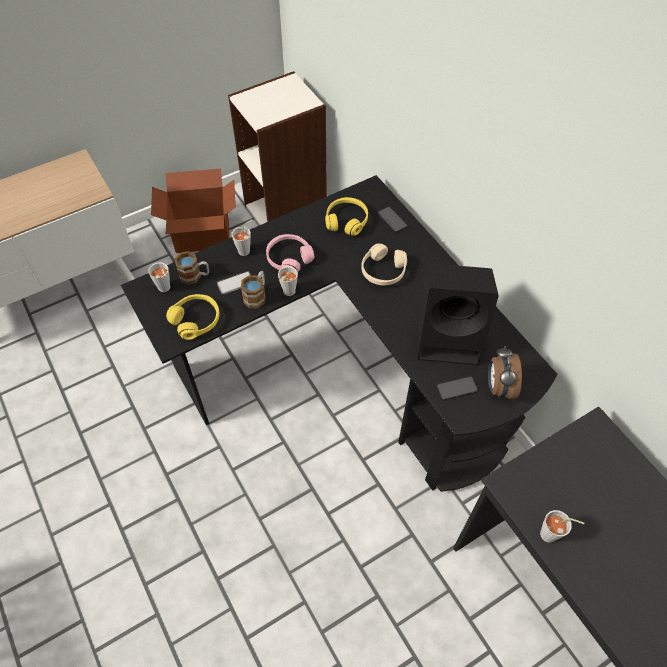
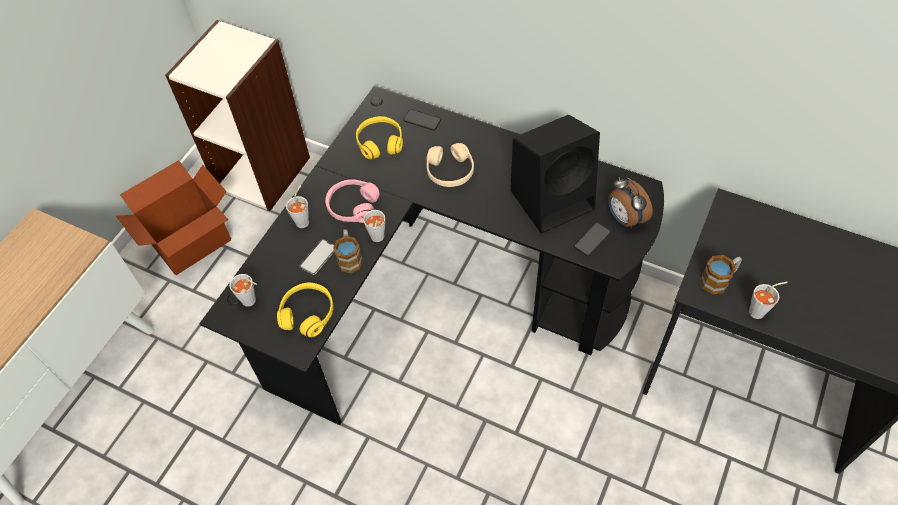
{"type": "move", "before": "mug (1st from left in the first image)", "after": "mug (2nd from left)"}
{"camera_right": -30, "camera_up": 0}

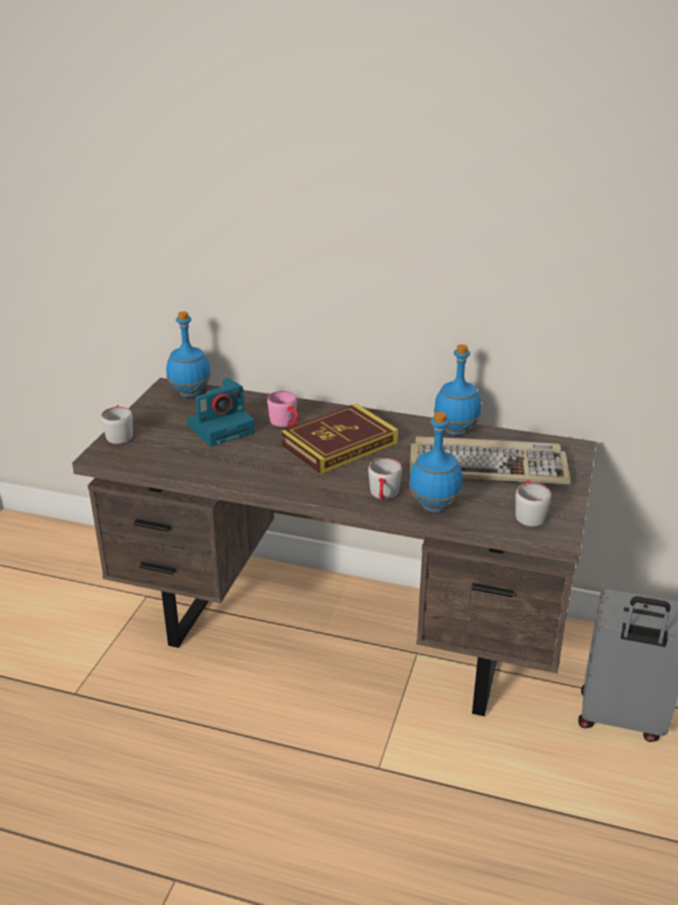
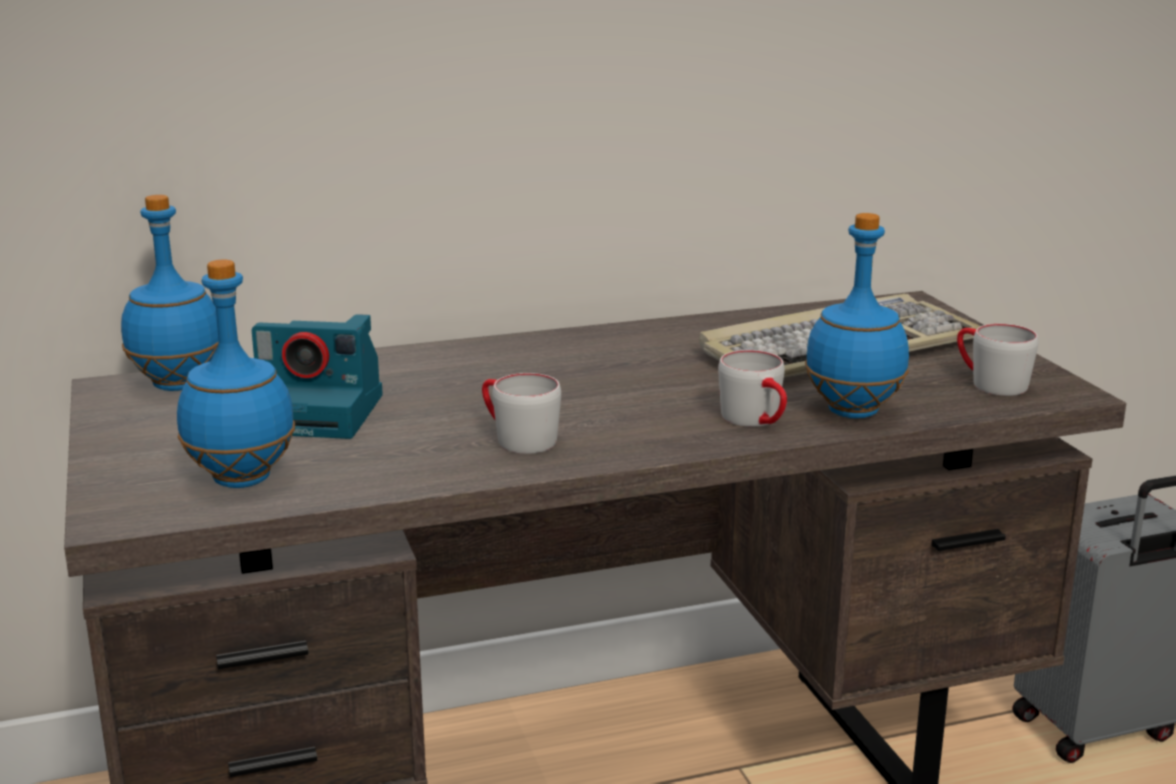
{"type": "move", "before": "blue bottle (3rd from left in the first image)", "after": "blue bottle (2nd from left)"}
{"type": "rotate", "before": "photo camera", "turn": 75}
{"type": "delete", "before": "pink mug"}
{"type": "delete", "before": "book"}
{"type": "move", "before": "grey mug (1st from left)"}
{"camera_right": -35, "camera_up": -10}

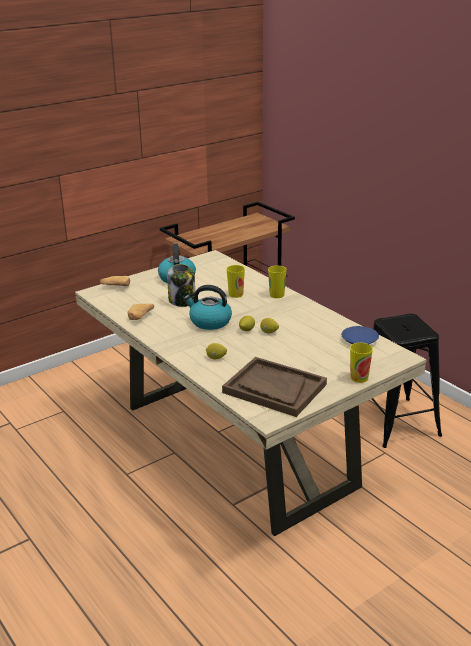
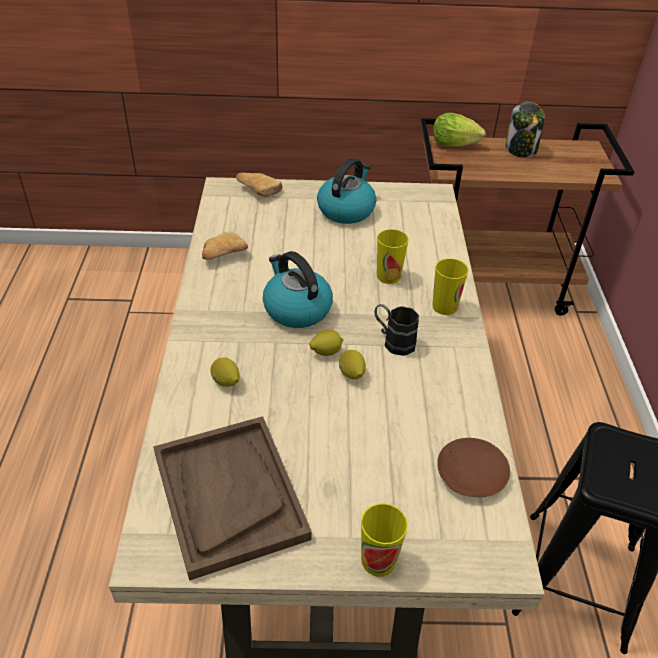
{"type": "move", "before": "jar"}
{"type": "recolor", "before": "blue plate", "after": "brown plate"}
{"type": "insert", "after": "lettuce"}
{"type": "insert", "after": "black mug"}
{"camera_right": 35, "camera_up": 15}

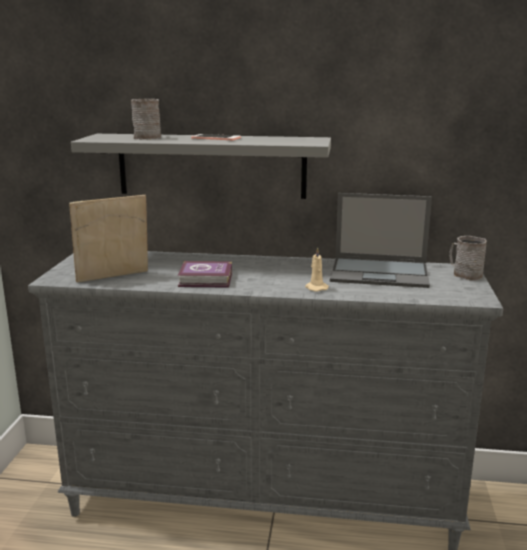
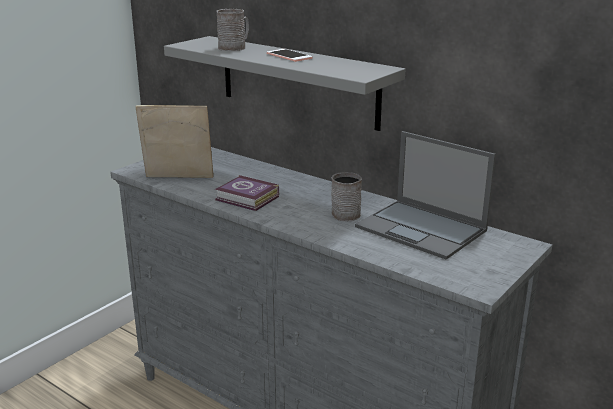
{"type": "move", "before": "grey mug (2nd from left)"}
{"type": "delete", "before": "beige candle"}
{"camera_right": 30, "camera_up": 5}

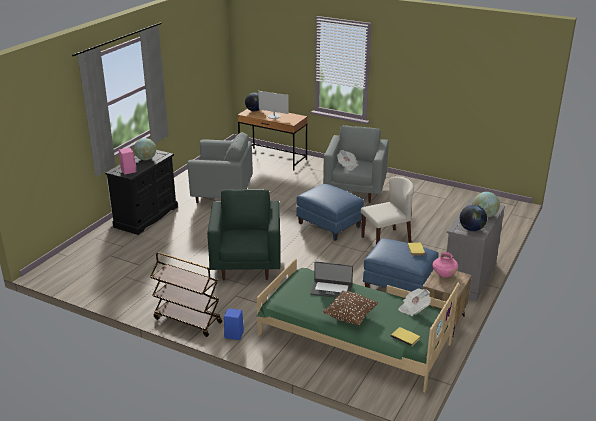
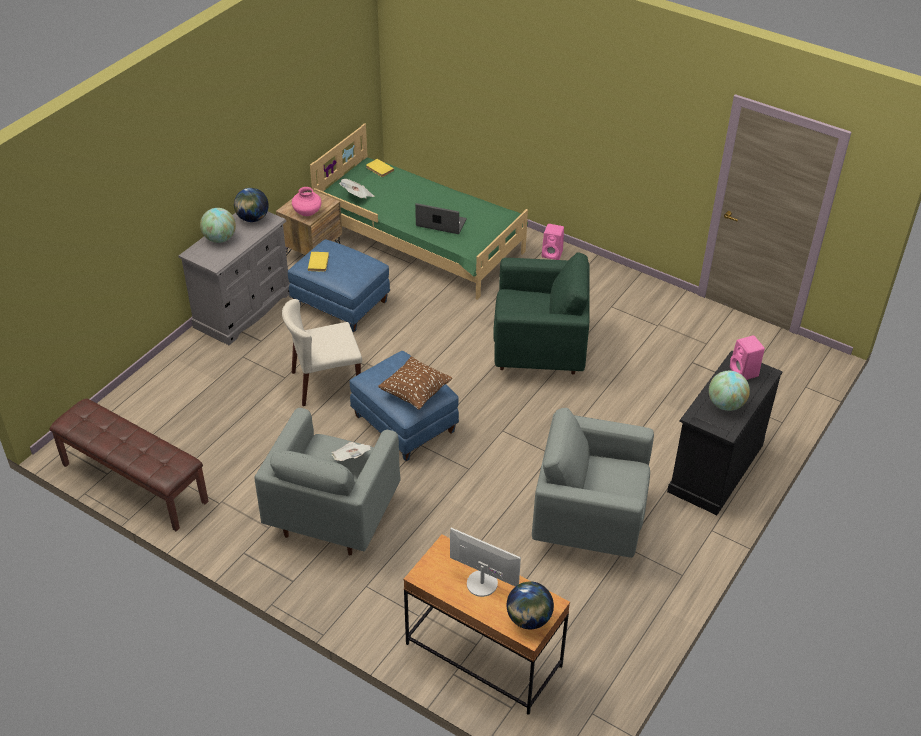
{"type": "rotate", "before": "green armchair", "turn": -90}
{"type": "delete", "before": "brown cart"}
{"type": "move", "before": "brown pillow"}
{"type": "recolor", "before": "blue speaker", "after": "pink speaker (1st from left)"}
{"type": "insert", "after": "brown bench"}
{"camera_right": -175, "camera_up": 15}

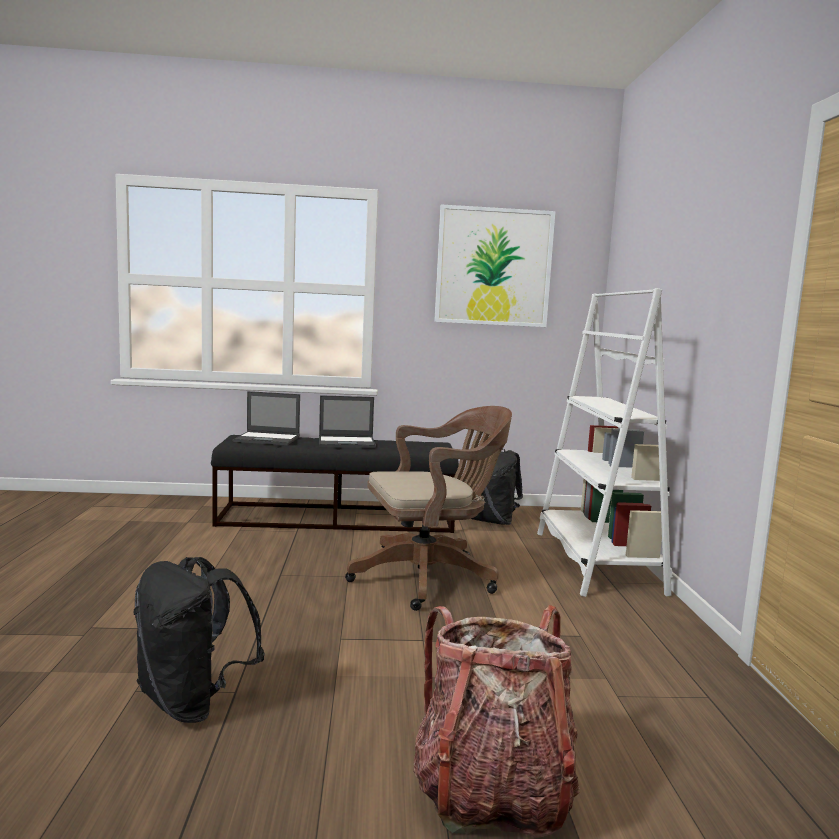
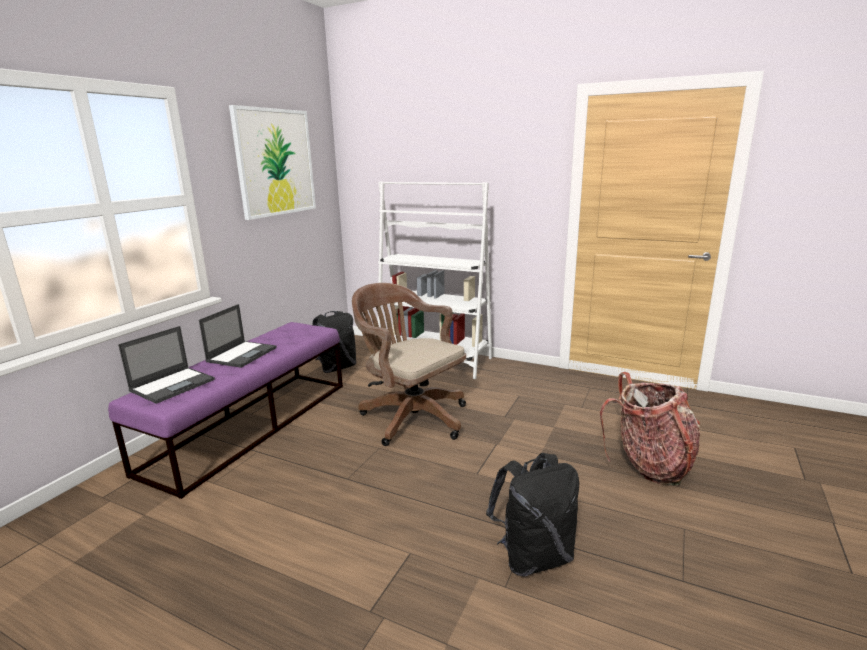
{"type": "rotate", "before": "brown office chair", "turn": -60}
{"type": "recolor", "before": "black bench", "after": "purple bench"}
{"camera_right": -60, "camera_up": 10}

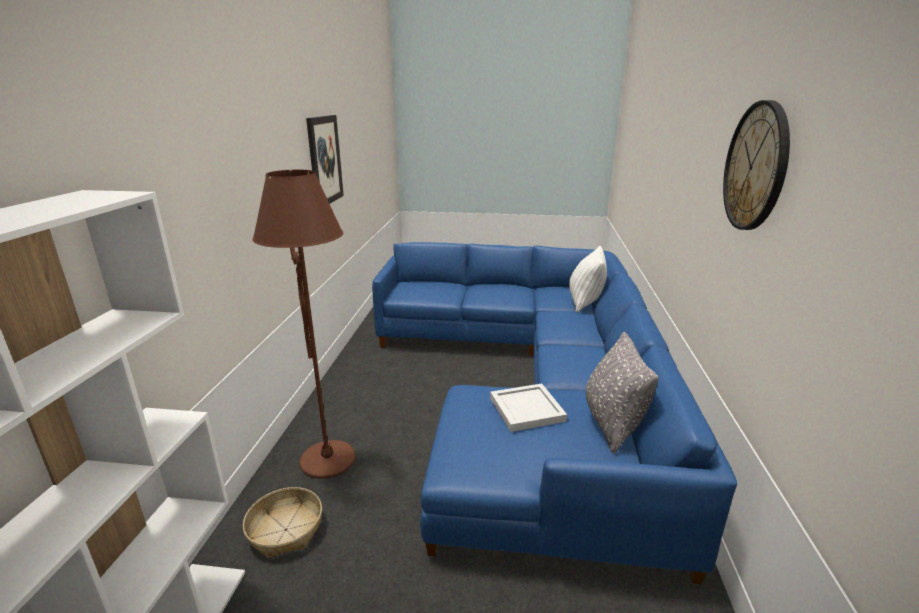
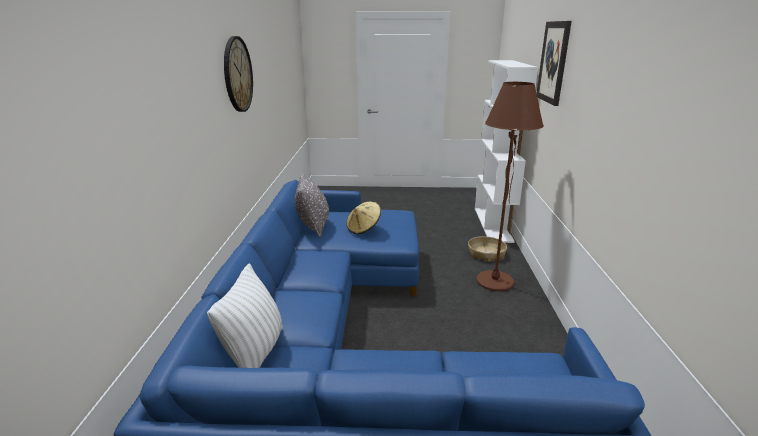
{"type": "move", "before": "picture"}
{"type": "replace", "before": "white tray", "after": "beige hat"}
{"camera_right": 175, "camera_up": 0}

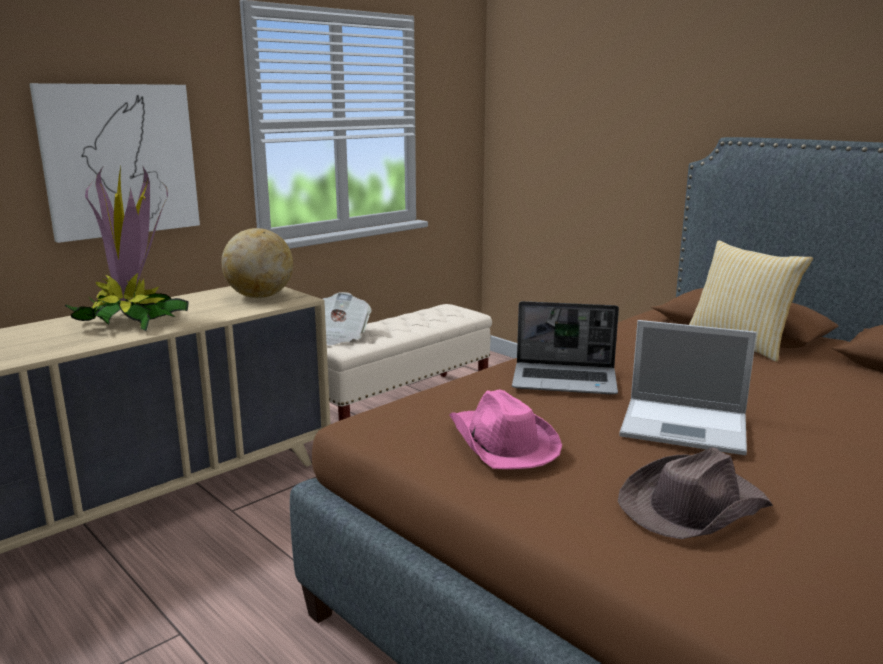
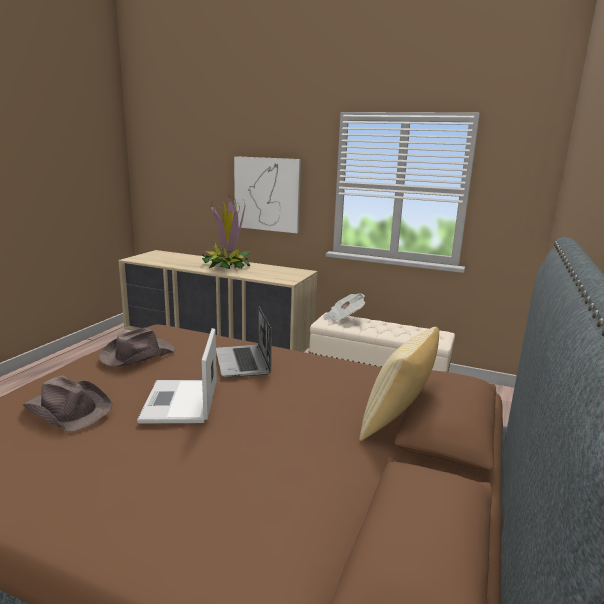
{"type": "delete", "before": "globe"}
{"type": "recolor", "before": "pink hat", "after": "brown hat (2nd from left)"}
{"camera_right": 65, "camera_up": 0}

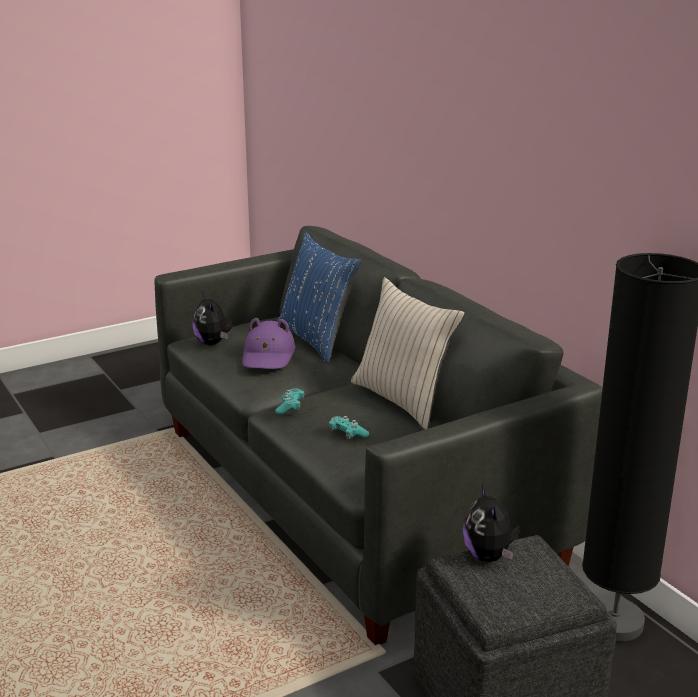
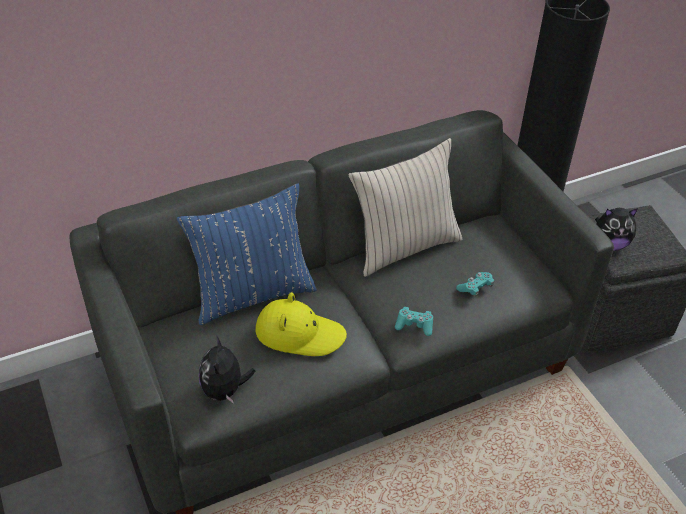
{"type": "rotate", "before": "plush toy (1st from left)", "turn": 105}
{"type": "recolor", "before": "purple hat", "after": "yellow hat"}
{"camera_right": -85, "camera_up": 20}

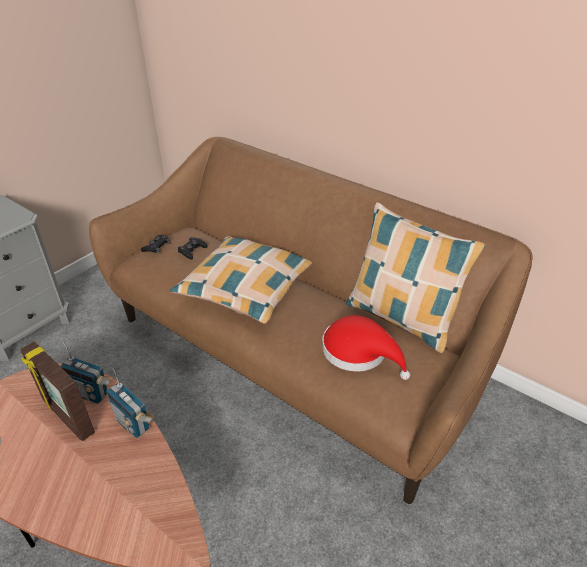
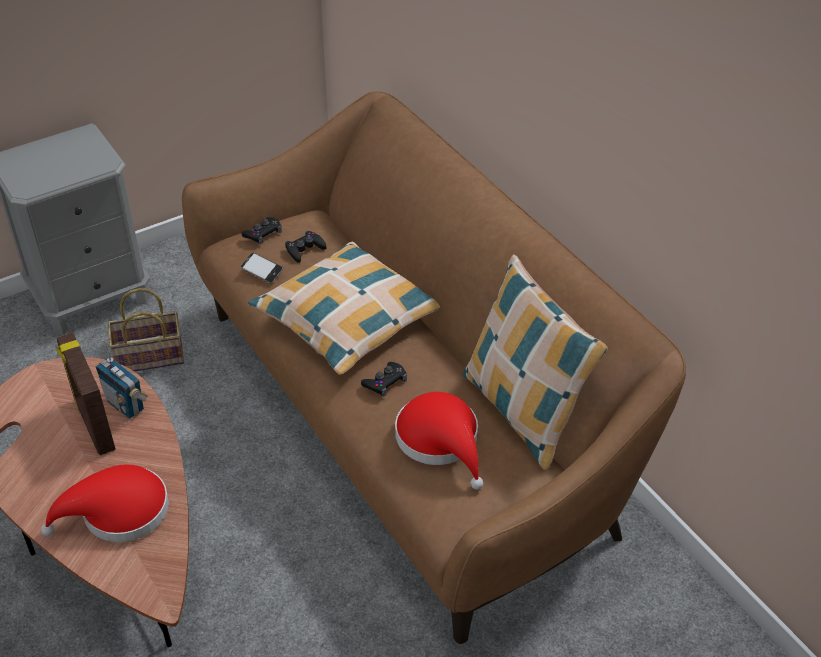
{"type": "delete", "before": "radio (2nd from left)"}
{"type": "insert", "after": "phone"}
{"type": "insert", "after": "basket"}
{"type": "insert", "after": "black game controller (3rd from left)"}
{"type": "insert", "after": "red hat (1st from left)"}
{"camera_right": 20, "camera_up": 5}

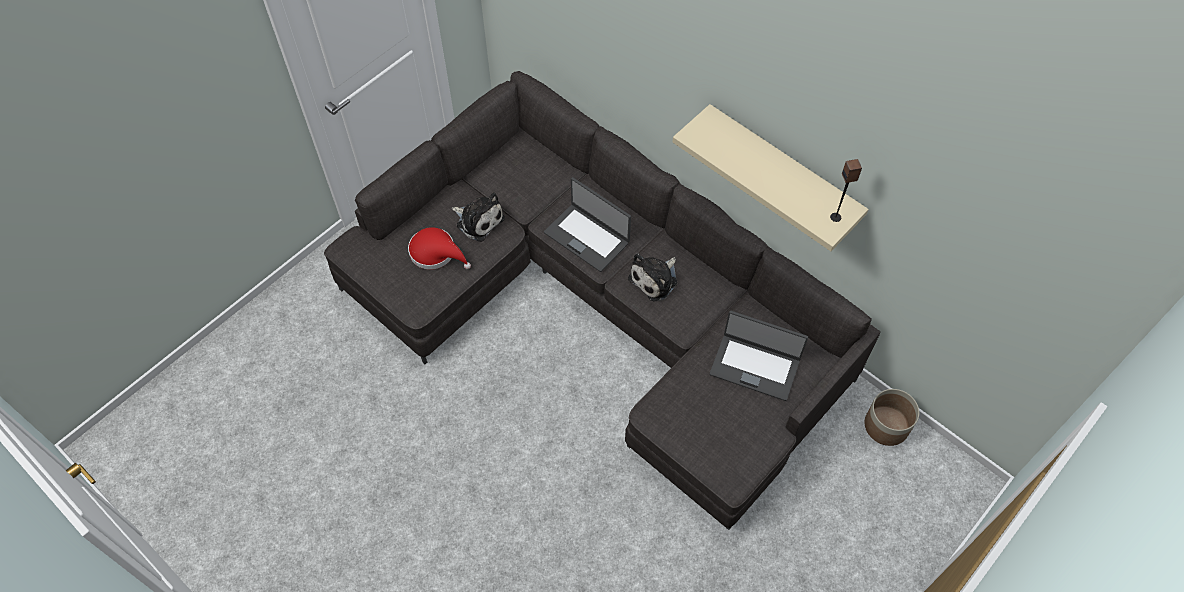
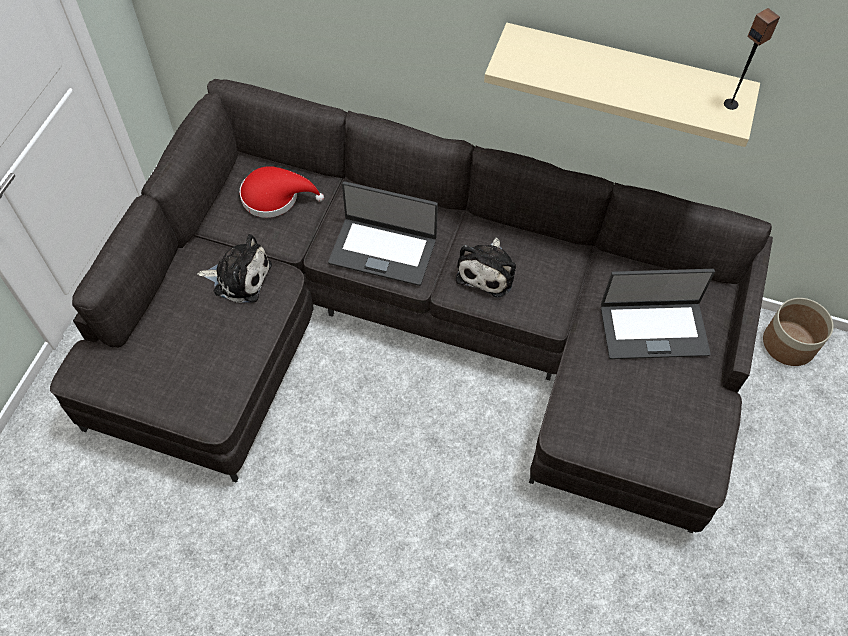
{"type": "move", "before": "red hat"}
{"camera_right": -25, "camera_up": 0}

